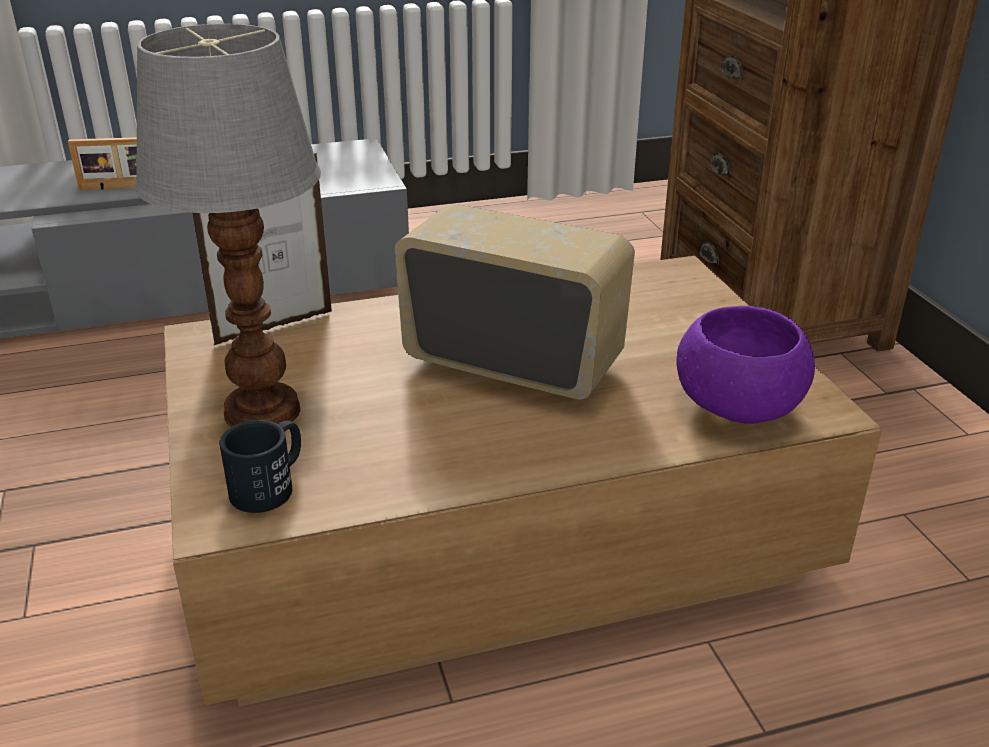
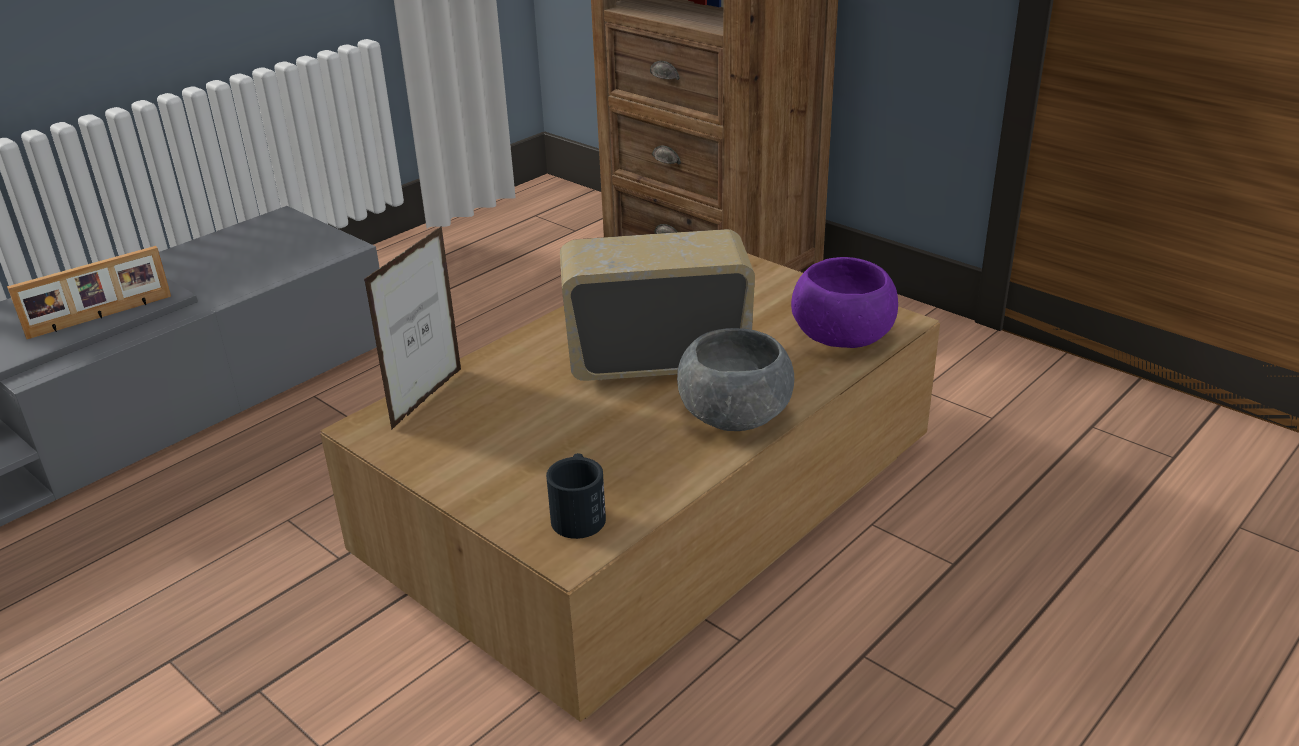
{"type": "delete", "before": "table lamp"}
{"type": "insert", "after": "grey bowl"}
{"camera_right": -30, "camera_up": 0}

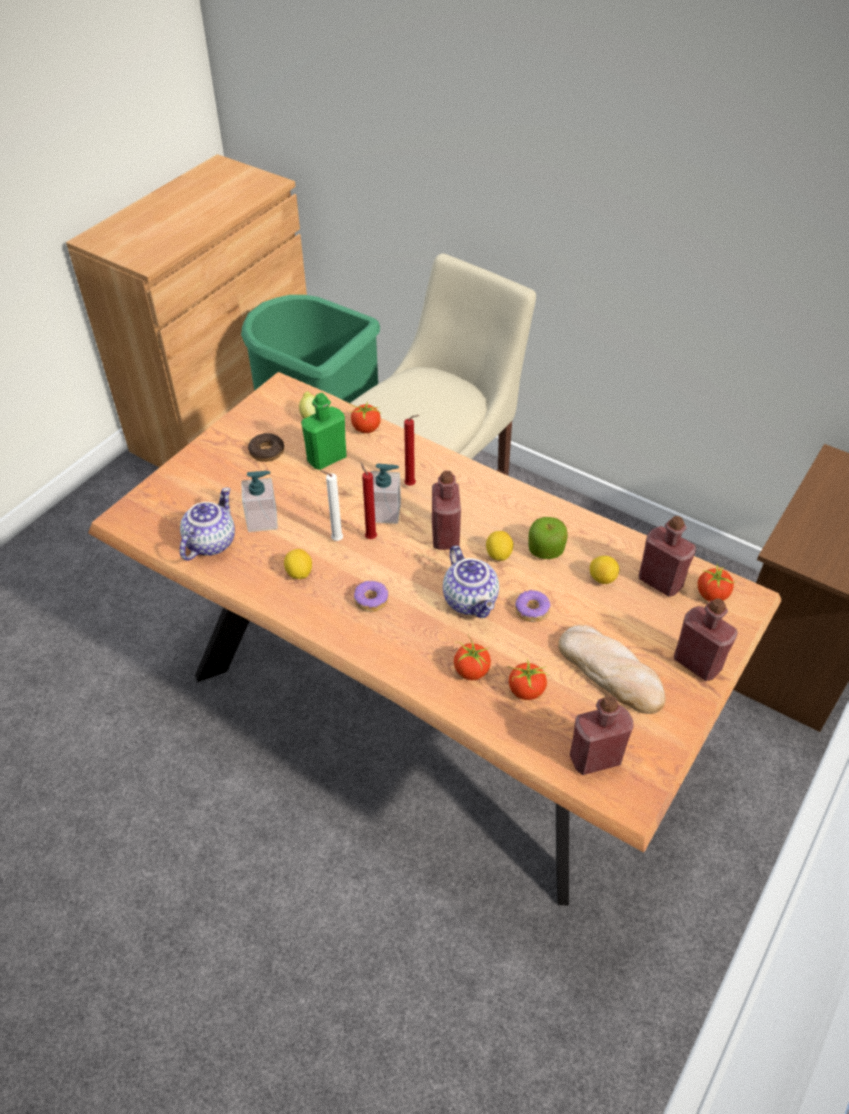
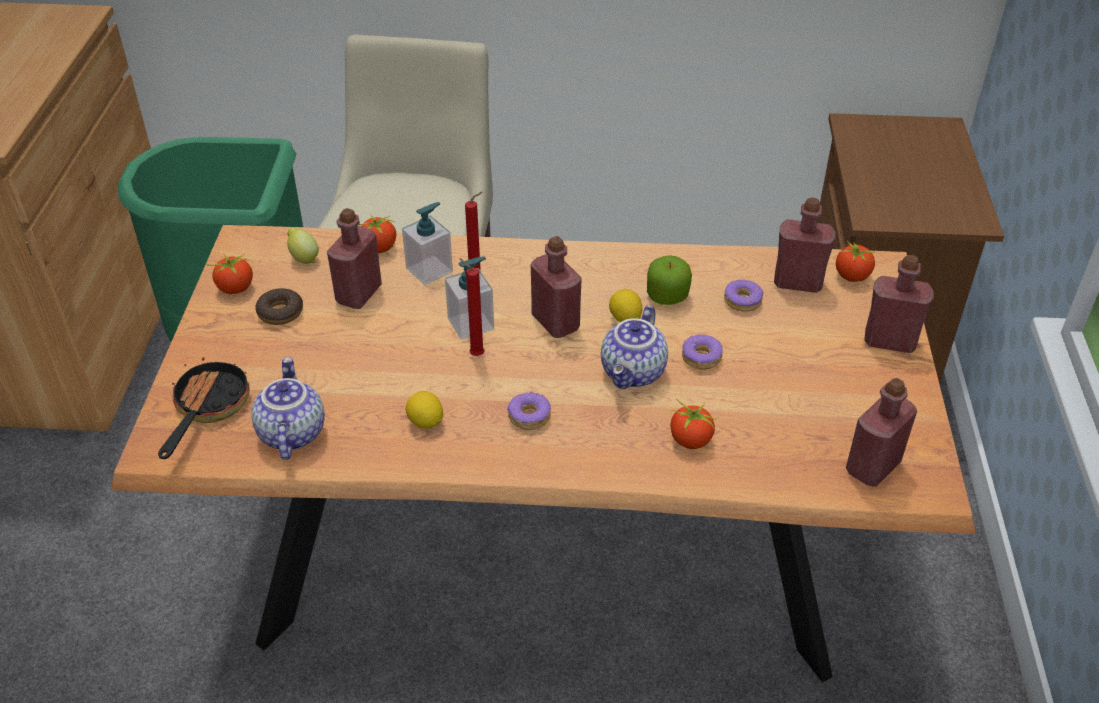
{"type": "recolor", "before": "green bottle", "after": "red bottle (1st from left)"}
{"type": "delete", "before": "white candle"}
{"type": "move", "before": "soap dispenser (1st from left)"}
{"type": "rotate", "before": "teapot (2nd from left)", "turn": 75}
{"type": "replace", "before": "lemon (4th from left)", "after": "donut (4th from left)"}
{"type": "delete", "before": "bread"}
{"type": "move", "before": "tomato (3rd from left in the first image)", "after": "tomato (1st from left)"}
{"type": "insert", "after": "frying pan"}
{"camera_right": -30, "camera_up": -5}

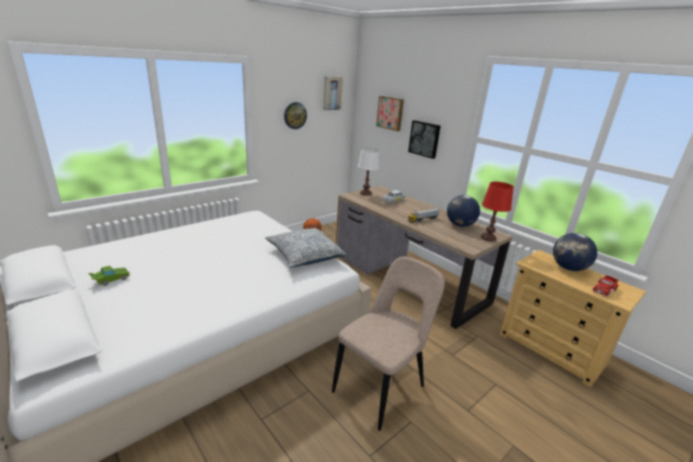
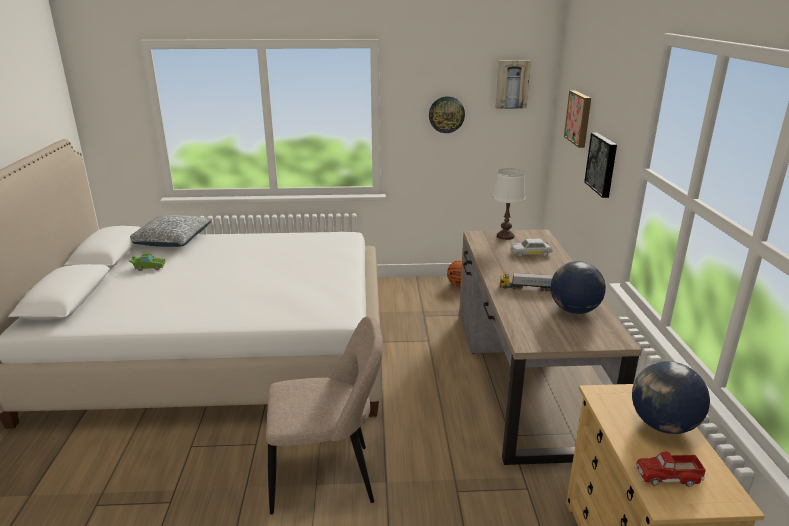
{"type": "delete", "before": "red table lamp"}
{"type": "move", "before": "pillow"}
{"camera_right": 40, "camera_up": 0}

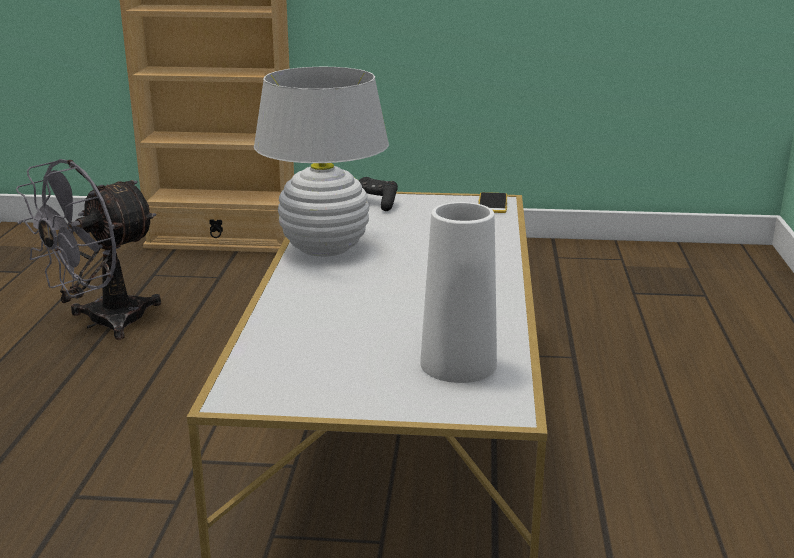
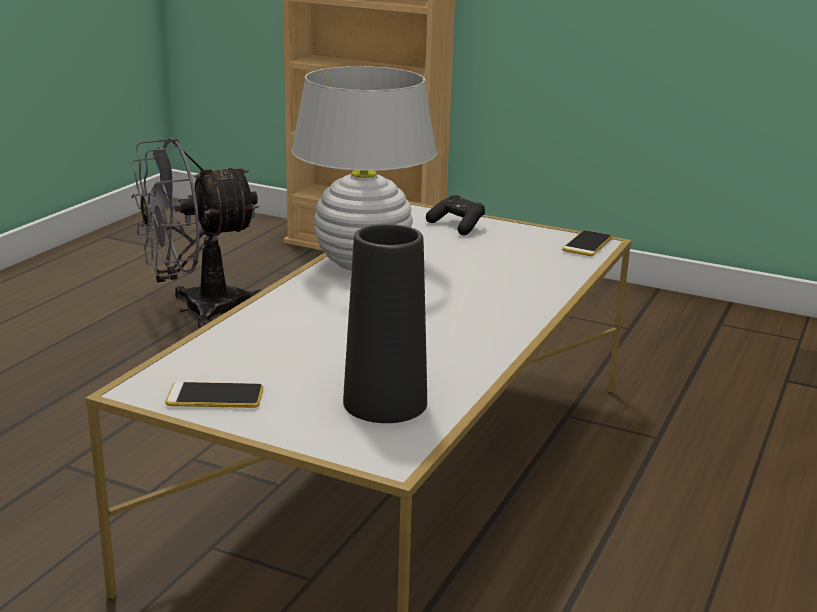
{"type": "recolor", "before": "white vase", "after": "black vase"}
{"type": "insert", "after": "phone (1st from left)"}
{"camera_right": 20, "camera_up": 0}

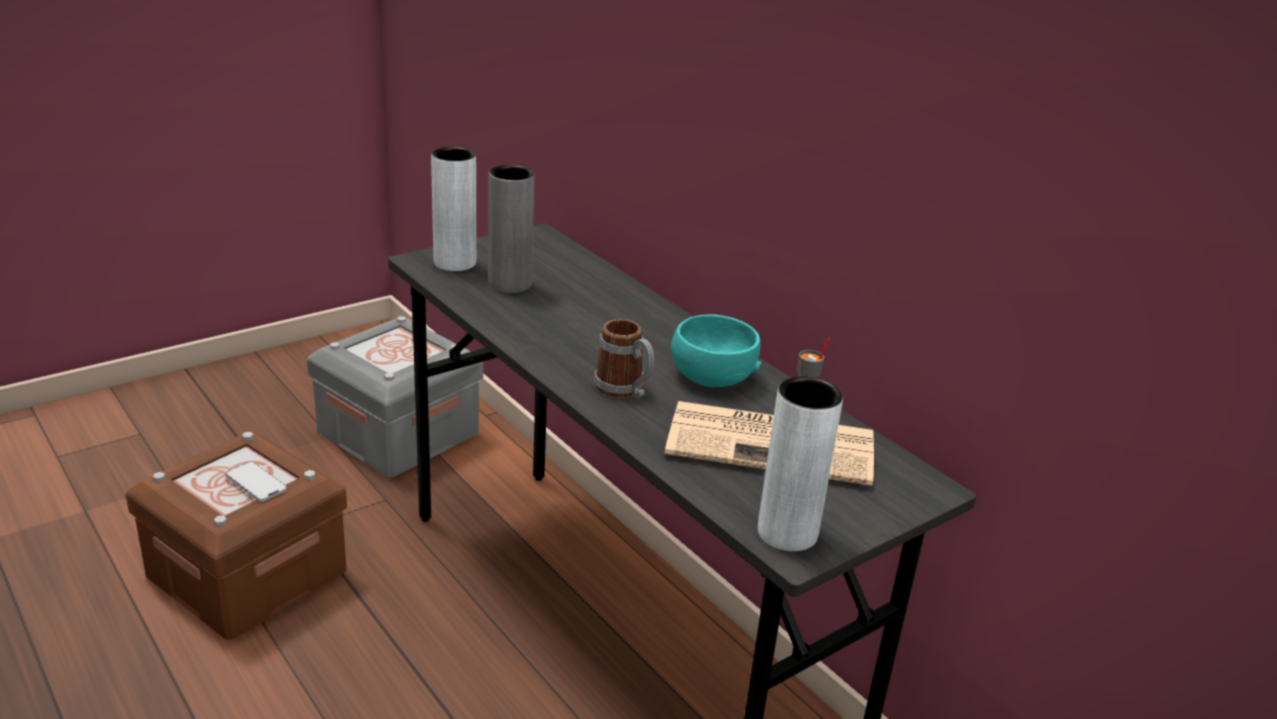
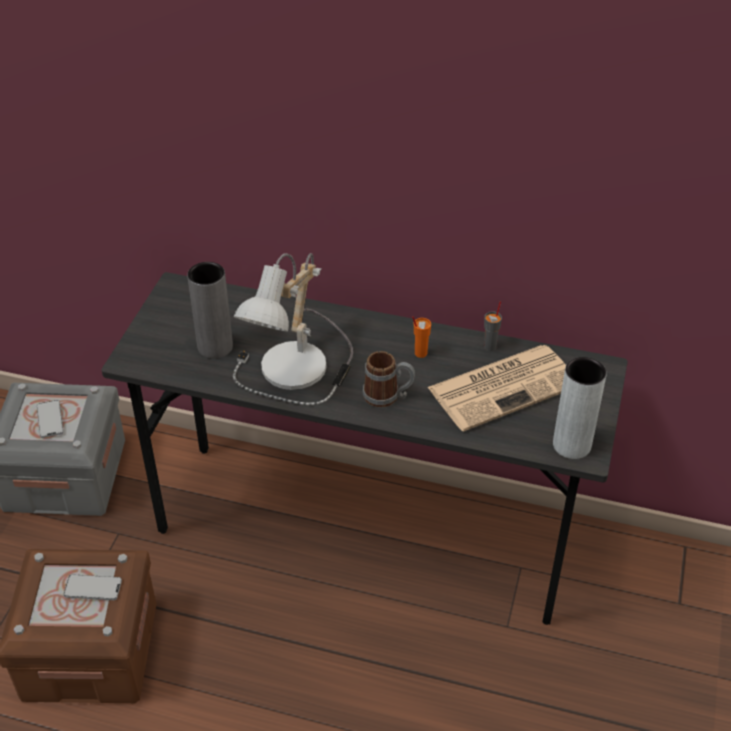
{"type": "delete", "before": "grey vase (1st from left)"}
{"type": "replace", "before": "turquoise bowl", "after": "orange cup"}
{"type": "insert", "after": "table lamp"}
{"type": "insert", "after": "phone (1st from left)"}
{"camera_right": -35, "camera_up": 15}

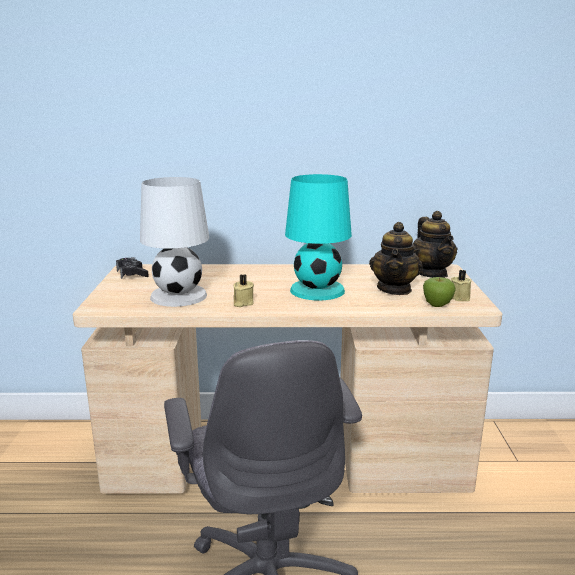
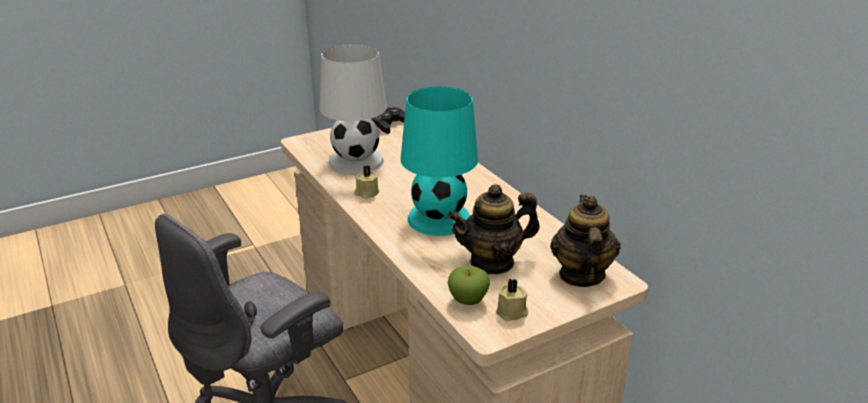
{"type": "rotate", "before": "teapot (2nd from left)", "turn": 135}
{"camera_right": 60, "camera_up": 10}

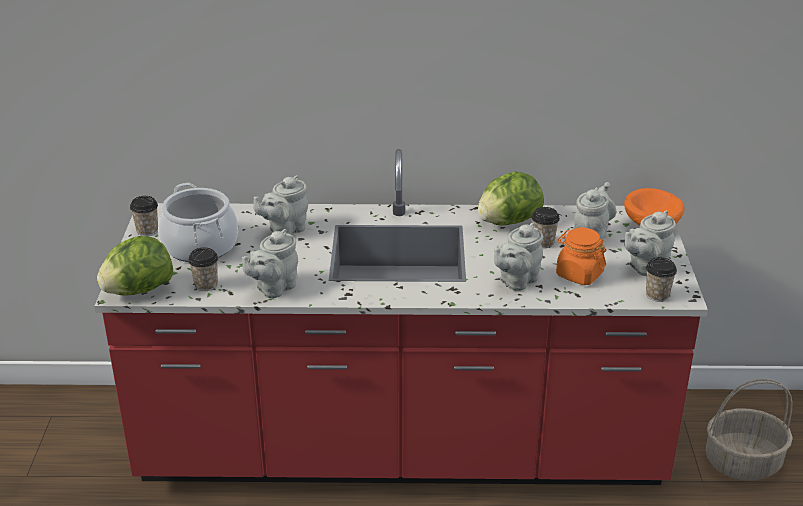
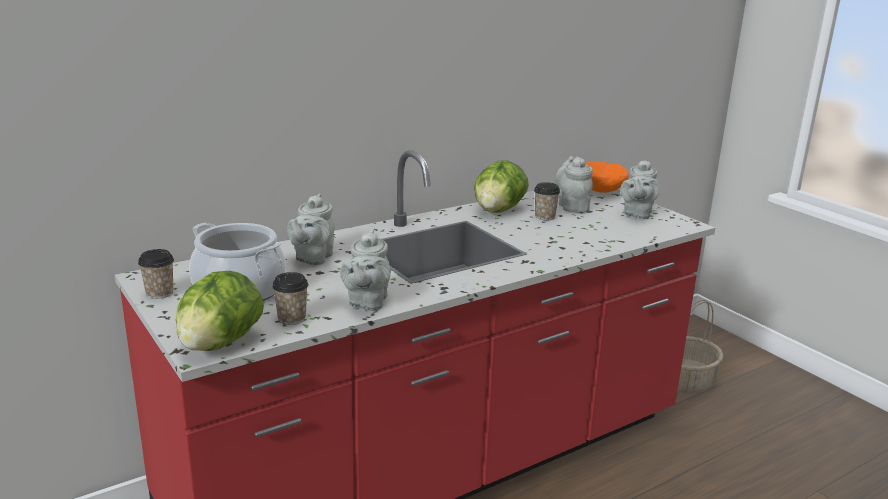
{"type": "delete", "before": "grey teapot (3rd from left)"}
{"type": "delete", "before": "orange jar"}
{"type": "delete", "before": "cup (4th from left)"}
{"camera_right": -35, "camera_up": -10}

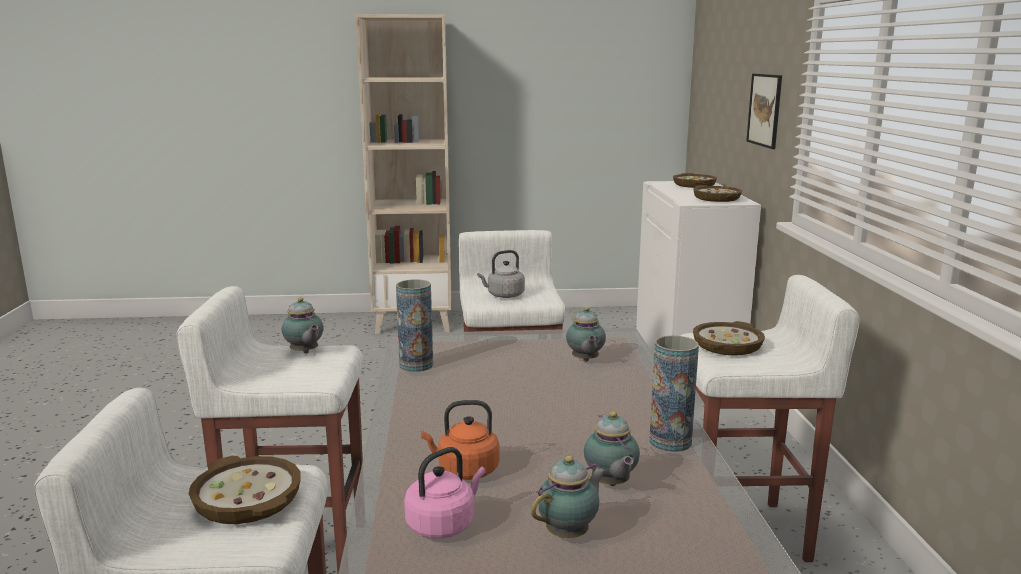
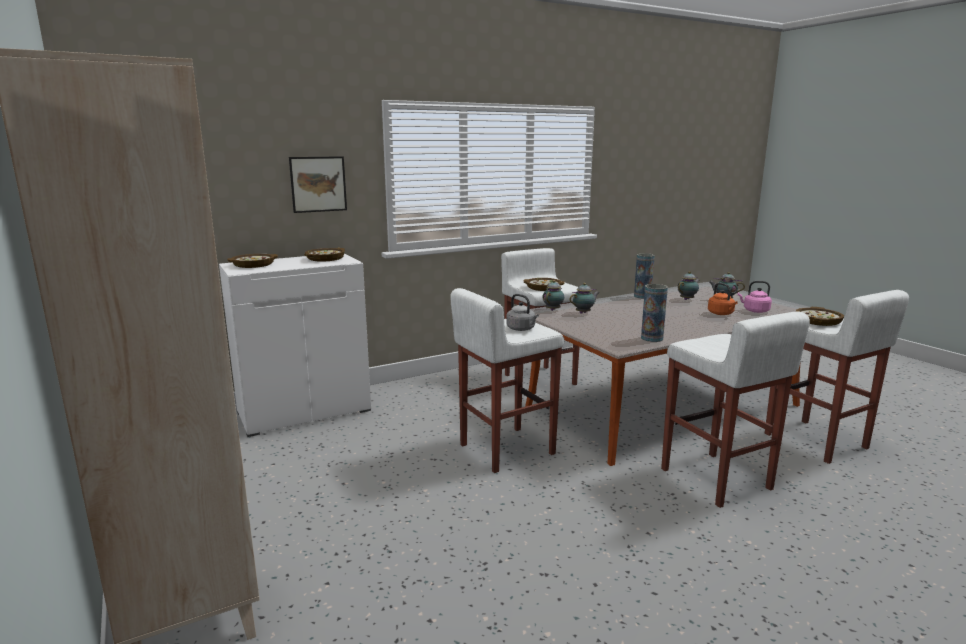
{"type": "move", "before": "teapot (1st from left)"}
{"camera_right": -115, "camera_up": 0}

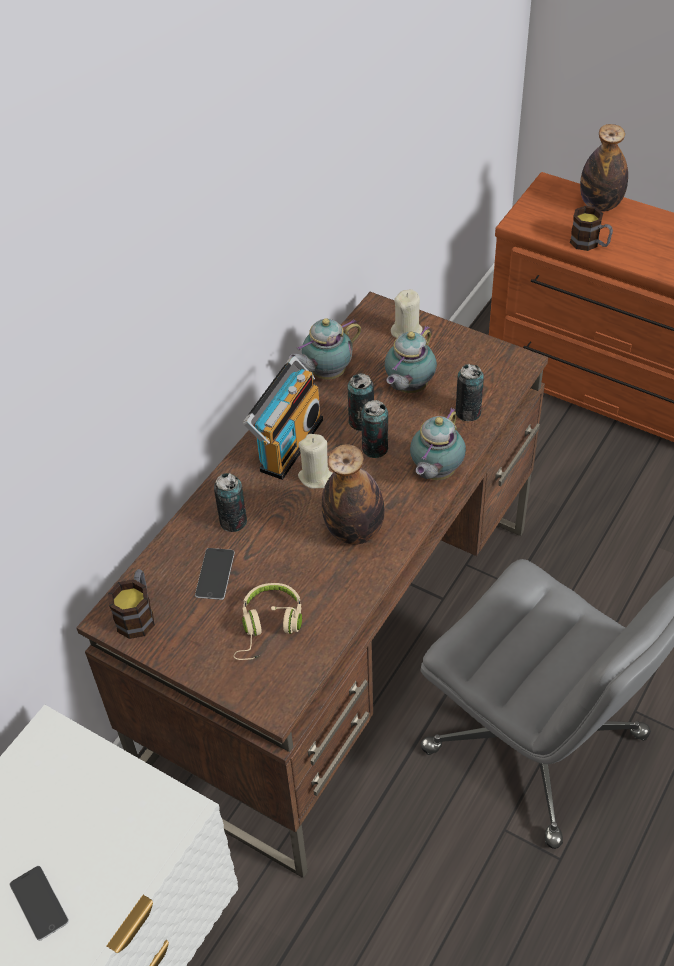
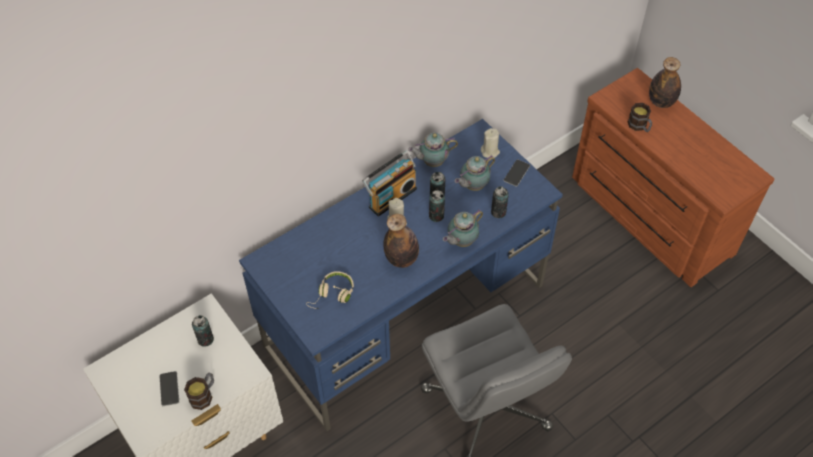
{"type": "recolor", "before": "brown desk", "after": "blue desk"}
{"type": "move", "before": "can (1st from left)"}
{"type": "move", "before": "phone (2nd from left)"}
{"type": "move", "before": "mug (1st from left)"}
{"camera_right": 20, "camera_up": 5}

